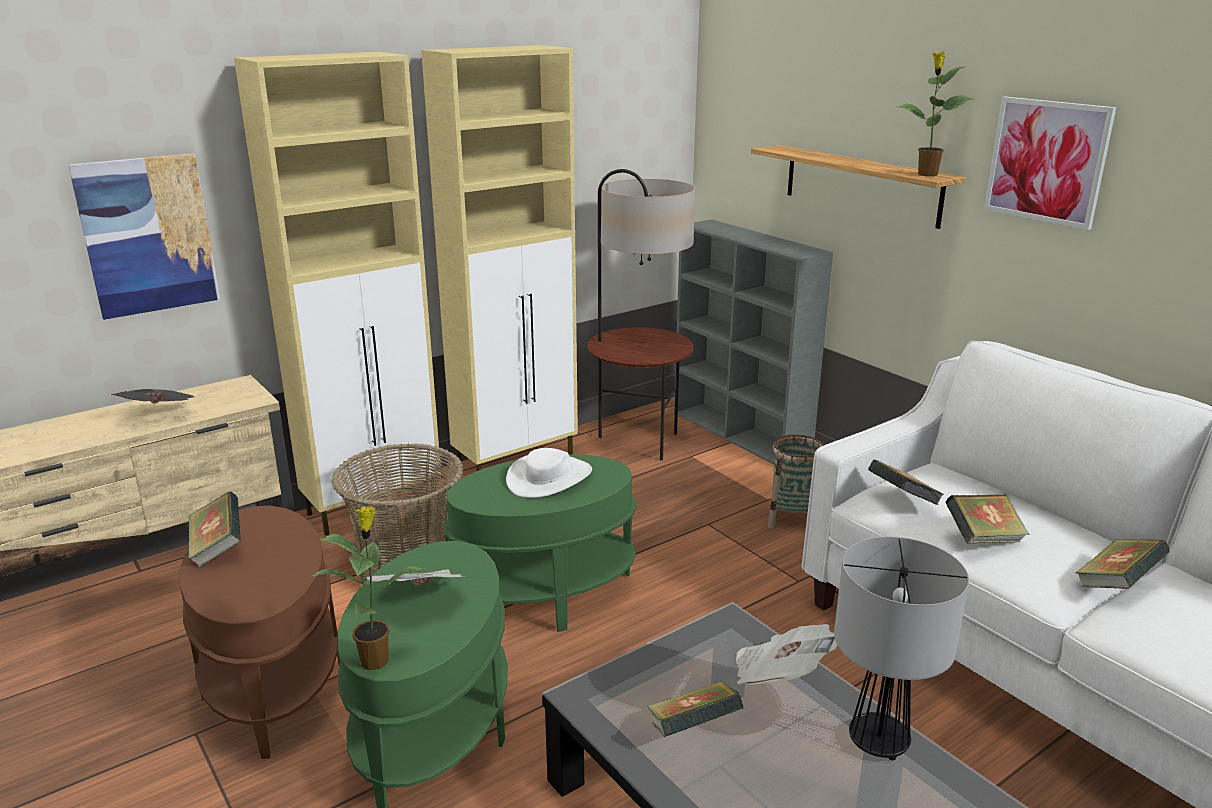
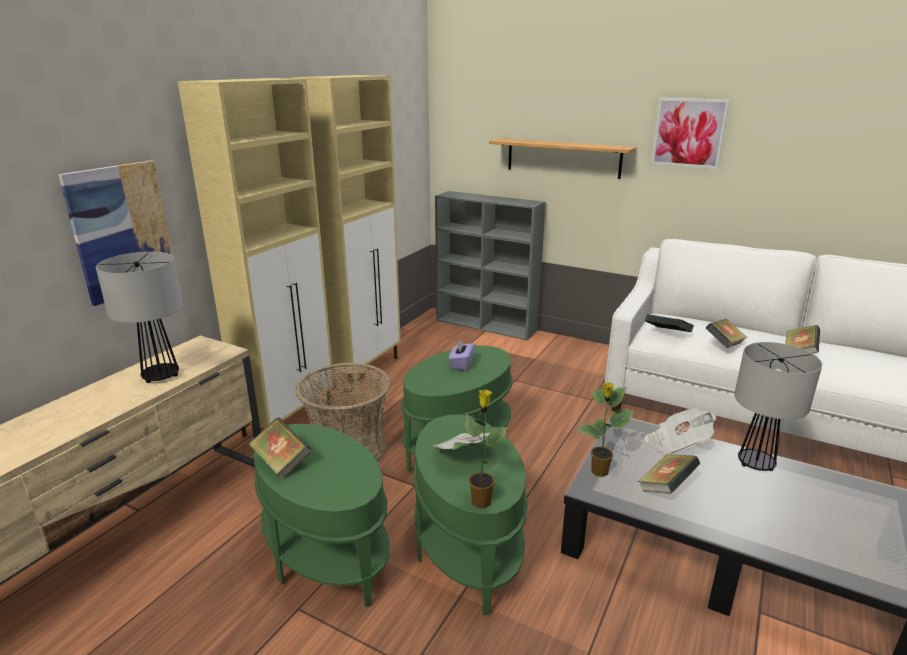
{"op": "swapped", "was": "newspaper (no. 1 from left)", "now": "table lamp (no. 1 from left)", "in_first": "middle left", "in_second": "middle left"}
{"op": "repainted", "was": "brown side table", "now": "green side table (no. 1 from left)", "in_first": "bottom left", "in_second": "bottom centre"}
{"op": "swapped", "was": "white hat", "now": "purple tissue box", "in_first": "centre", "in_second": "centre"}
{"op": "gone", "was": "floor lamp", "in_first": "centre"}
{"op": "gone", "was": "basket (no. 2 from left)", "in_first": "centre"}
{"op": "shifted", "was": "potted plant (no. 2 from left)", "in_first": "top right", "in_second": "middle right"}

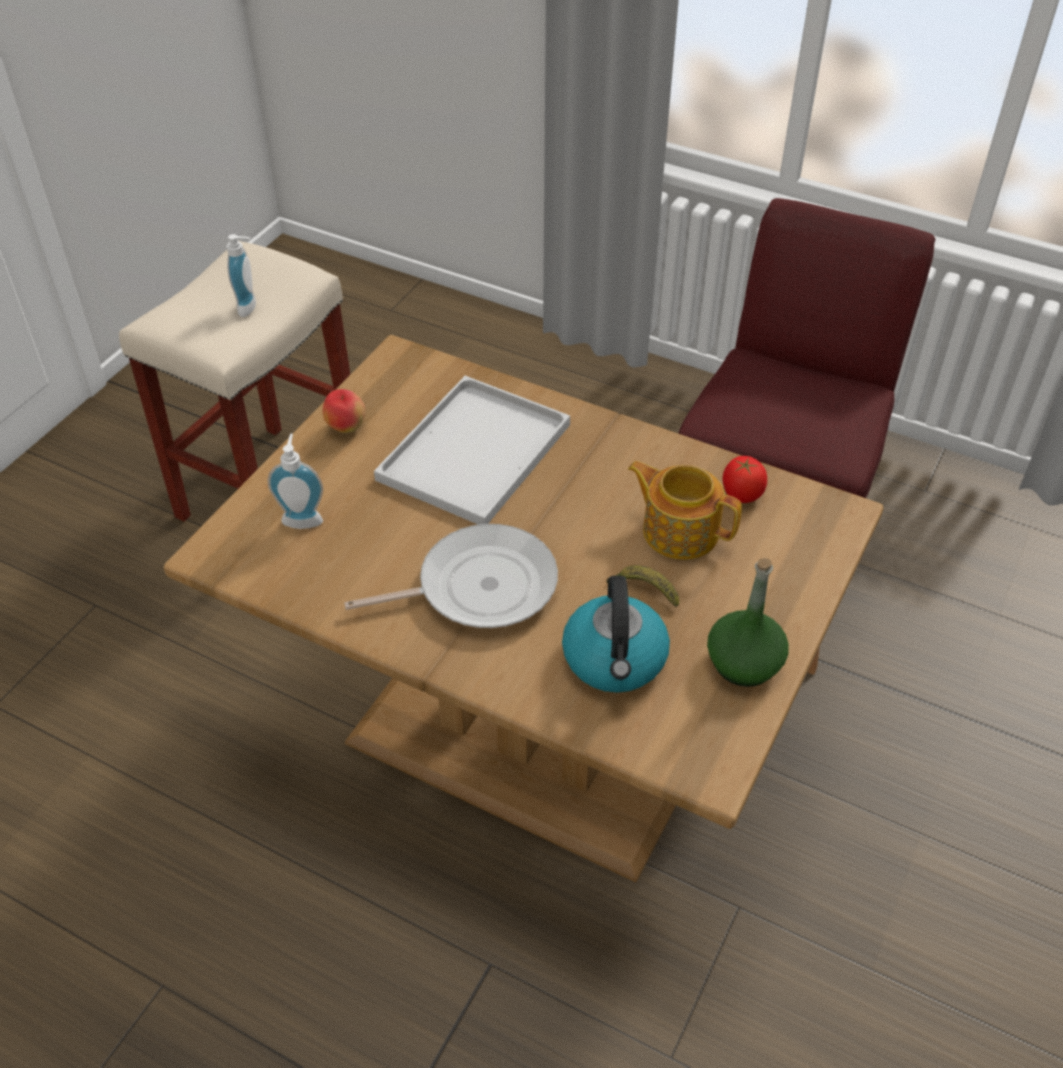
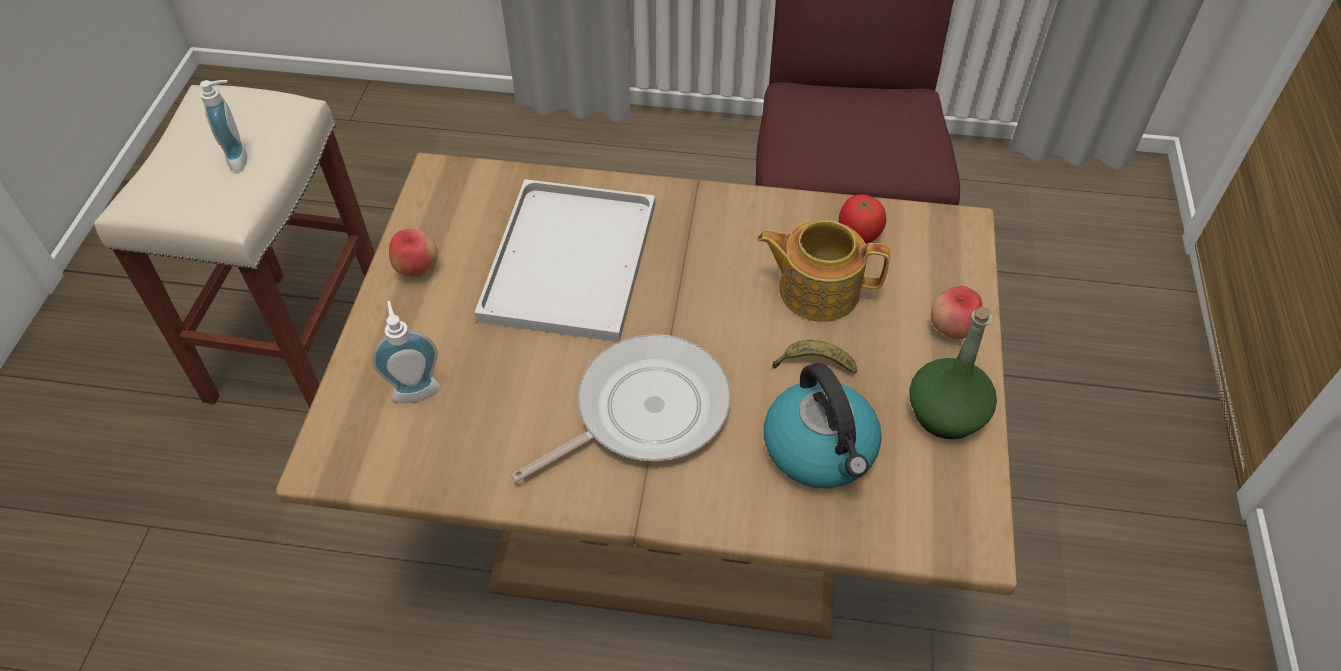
{"op": "new", "now": "apple (no. 2 from left)", "in_second": "middle right"}

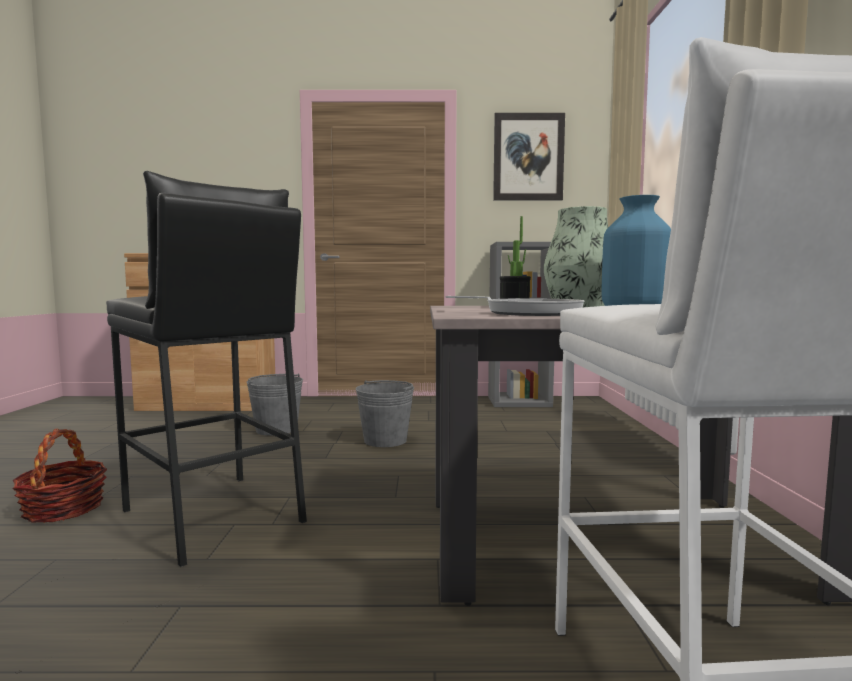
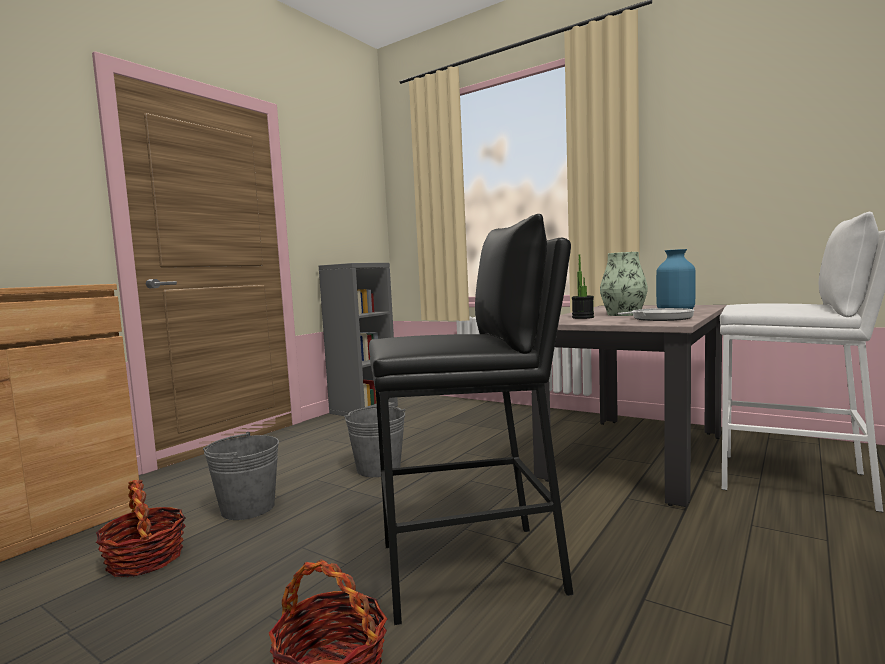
{"op": "gone", "was": "picture", "in_first": "top centre"}
{"op": "new", "now": "basket (no. 1 from left)", "in_second": "bottom left"}

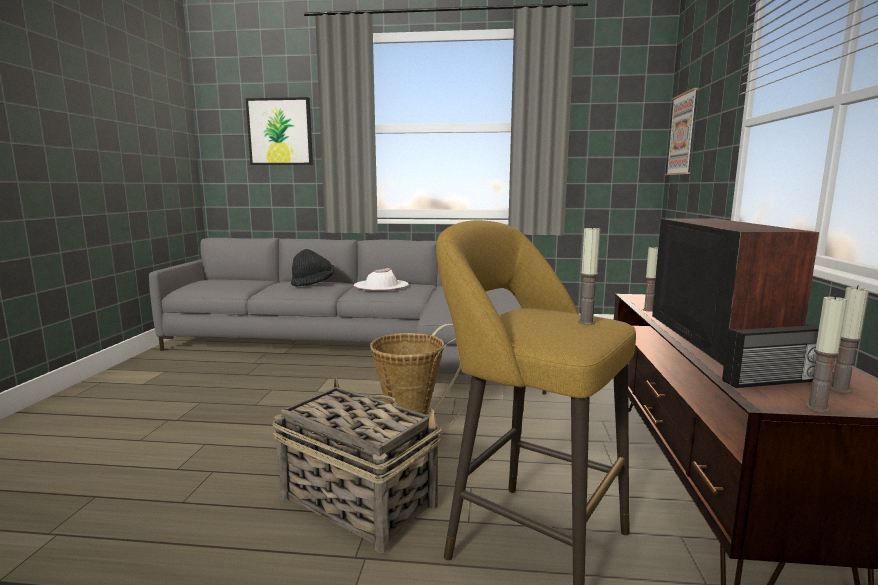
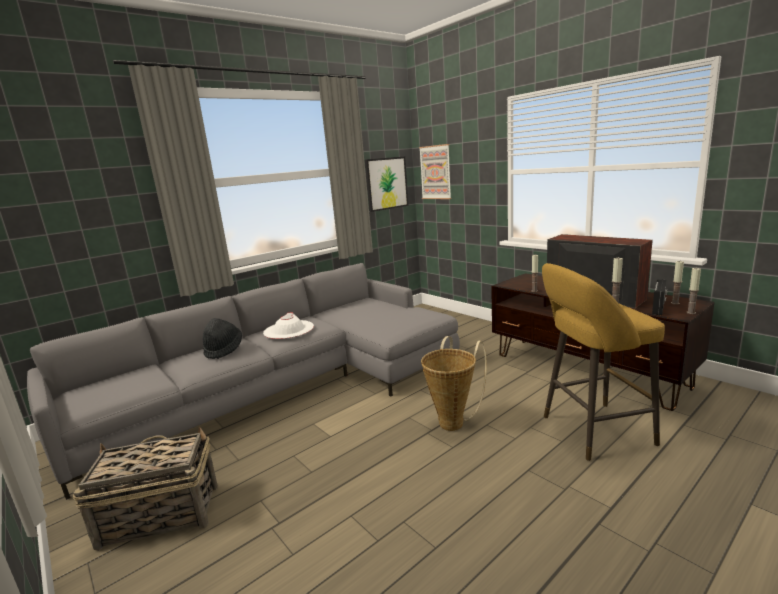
{"op": "shifted", "was": "picture (no. 1 from left)", "in_first": "top left", "in_second": "top centre"}
{"op": "shifted", "was": "basket (no. 1 from left)", "in_first": "bottom centre", "in_second": "bottom left"}

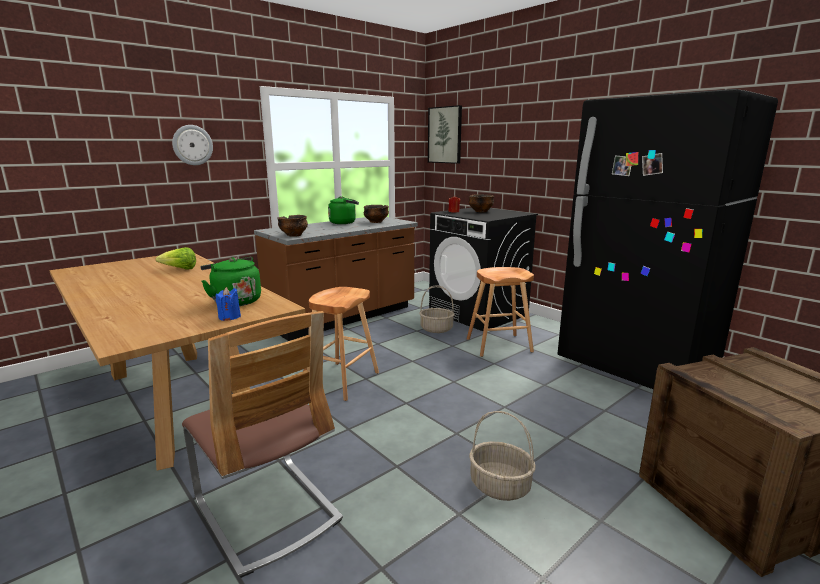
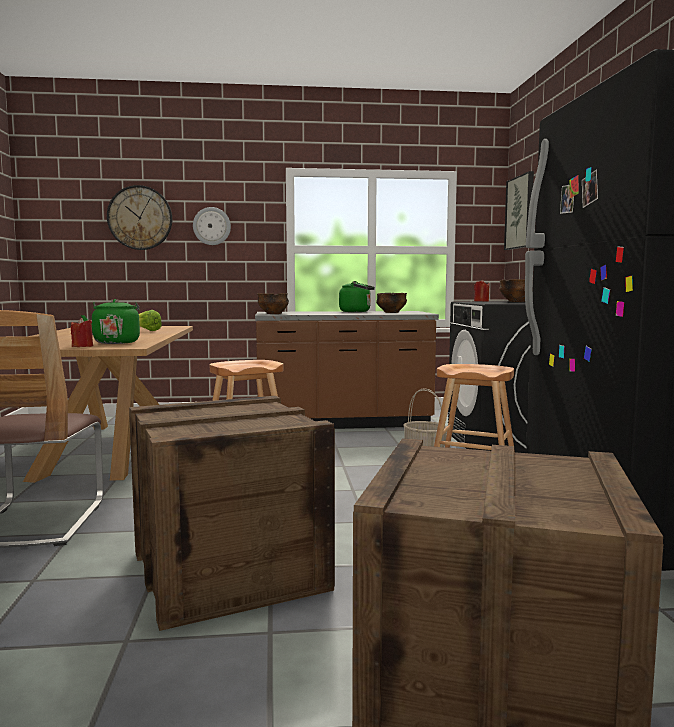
{"op": "repainted", "was": "blue candle", "now": "red candle (no. 1 from left)", "in_first": "middle left", "in_second": "middle left"}
{"op": "swapped", "was": "basket (no. 2 from left)", "now": "crate (no. 1 from left)", "in_first": "bottom centre", "in_second": "bottom centre"}
{"op": "new", "now": "wall clock (no. 1 from left)", "in_second": "top left"}

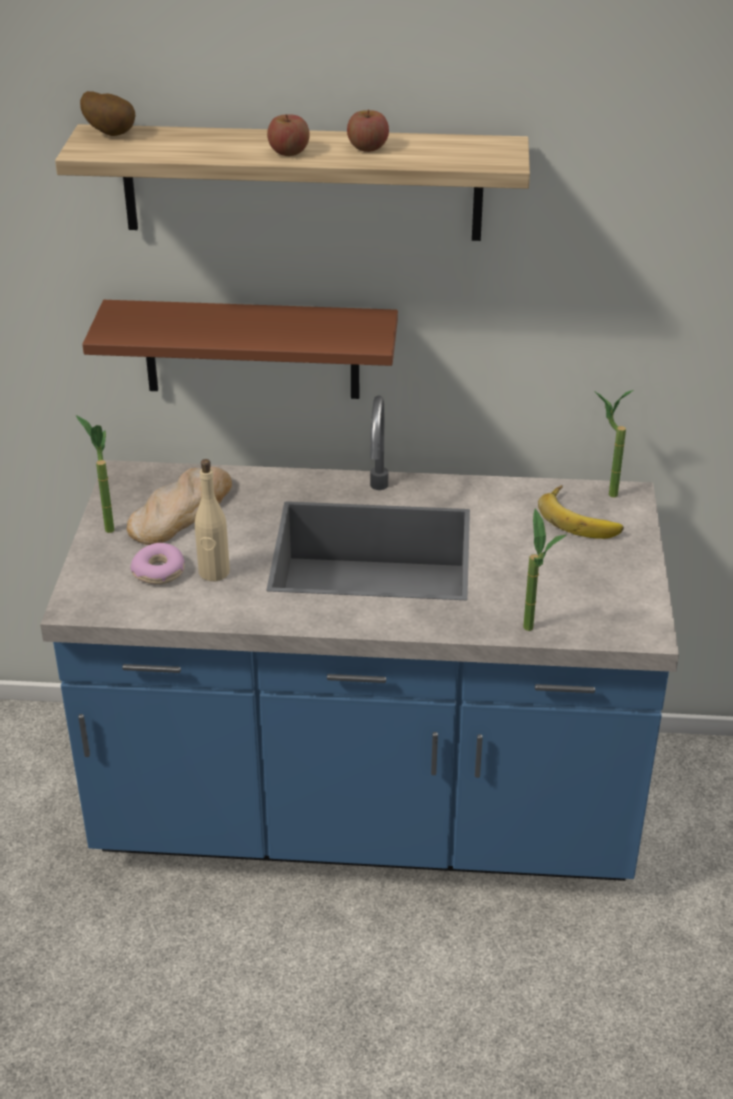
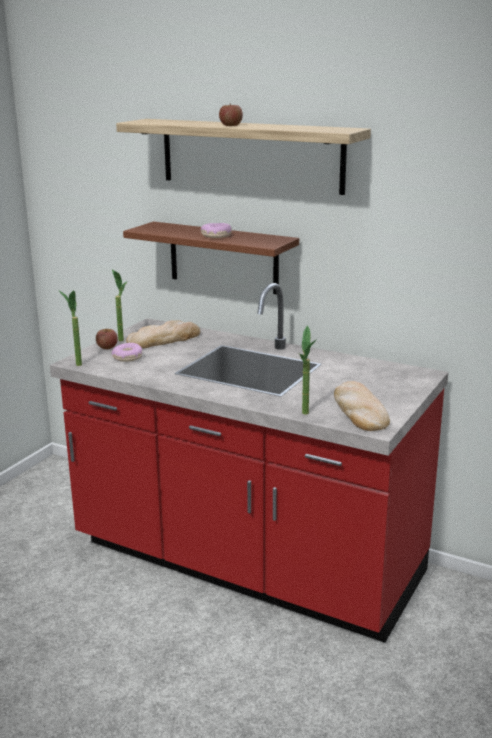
{"op": "repainted", "was": "blue counter", "now": "red counter", "in_first": "centre", "in_second": "centre"}
{"op": "gone", "was": "potato", "in_first": "top left"}
{"op": "gone", "was": "beige bottle", "in_first": "middle left"}
{"op": "shifted", "was": "apple (no. 2 from left in the first image)", "now": "apple (no. 1 from left)", "in_first": "top centre", "in_second": "middle left"}
{"op": "gone", "was": "banana", "in_first": "middle right"}
{"op": "shifted", "was": "potted plant (no. 3 from left in the first image)", "now": "potted plant (no. 1 from left)", "in_first": "middle right", "in_second": "middle left"}
{"op": "new", "now": "donut (no. 2 from left)", "in_second": "top centre"}
{"op": "new", "now": "bread (no. 2 from left)", "in_second": "middle right"}

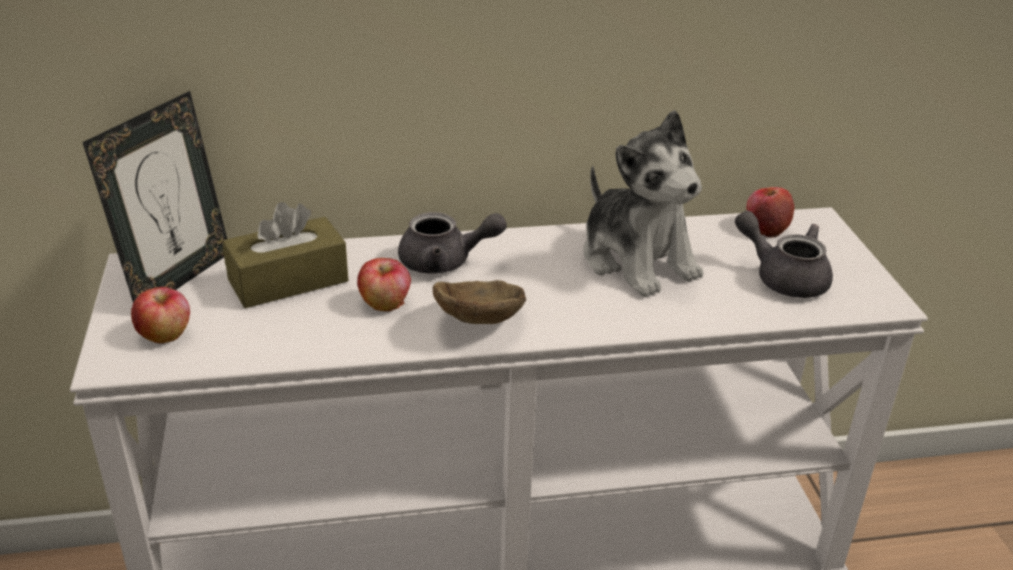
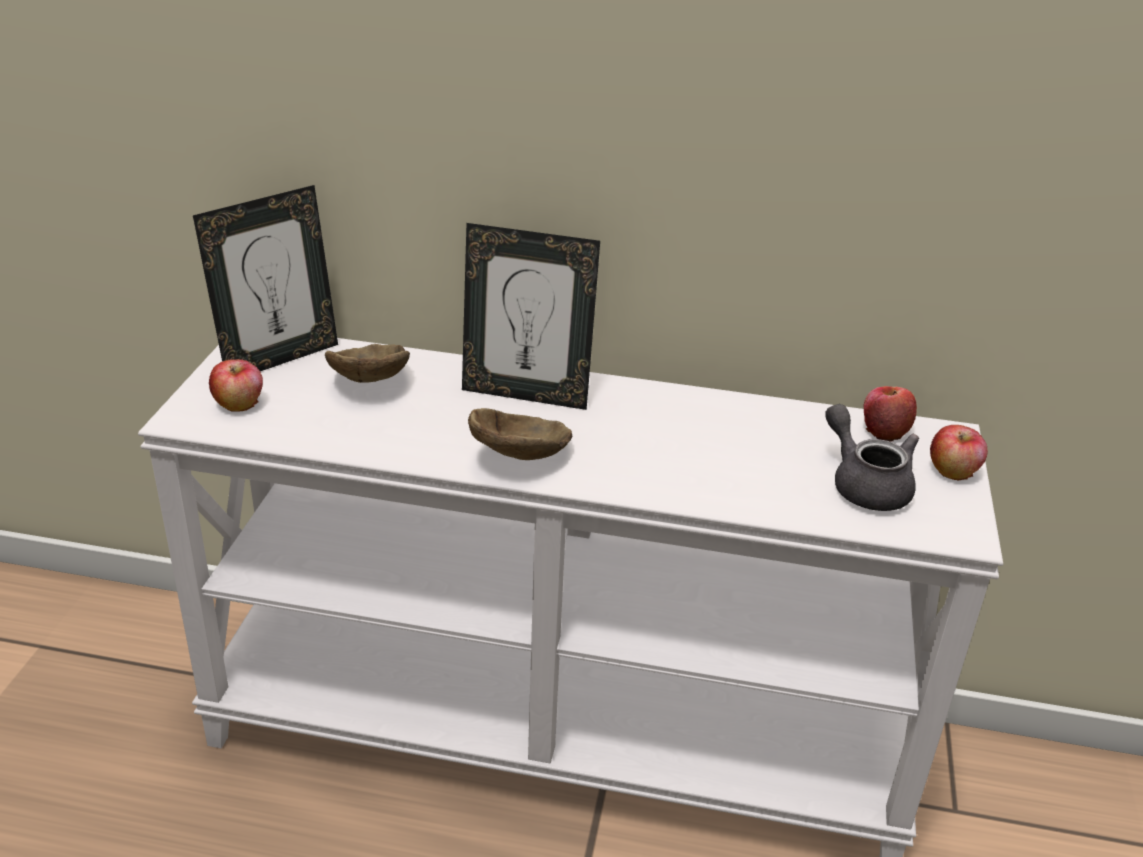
{"op": "swapped", "was": "brown tissue box", "now": "brown bowl (no. 1 from left)", "in_first": "middle left", "in_second": "middle left"}
{"op": "shifted", "was": "apple (no. 2 from left in the first image)", "now": "apple (no. 3 from left)", "in_first": "centre", "in_second": "middle right"}
{"op": "swapped", "was": "grey teapot (no. 1 from left)", "now": "picture frame (no. 2 from left)", "in_first": "centre", "in_second": "centre"}
{"op": "gone", "was": "plush toy", "in_first": "centre"}

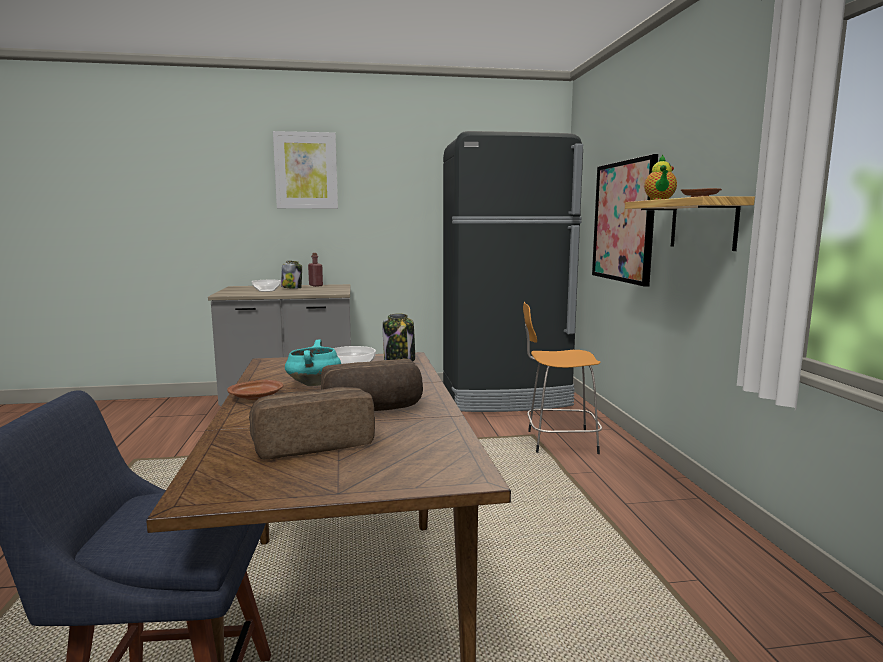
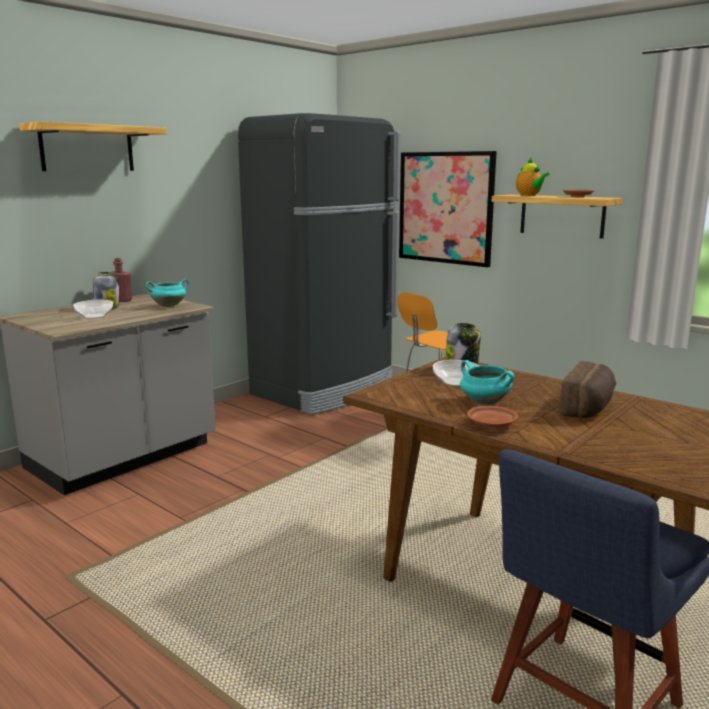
{"op": "gone", "was": "bread (no. 1 from left)", "in_first": "centre"}
{"op": "swapped", "was": "picture (no. 1 from left)", "now": "shelf (no. 1 from left)", "in_first": "top centre", "in_second": "top left"}
{"op": "new", "now": "turquoise cooking pot (no. 1 from left)", "in_second": "middle left"}

